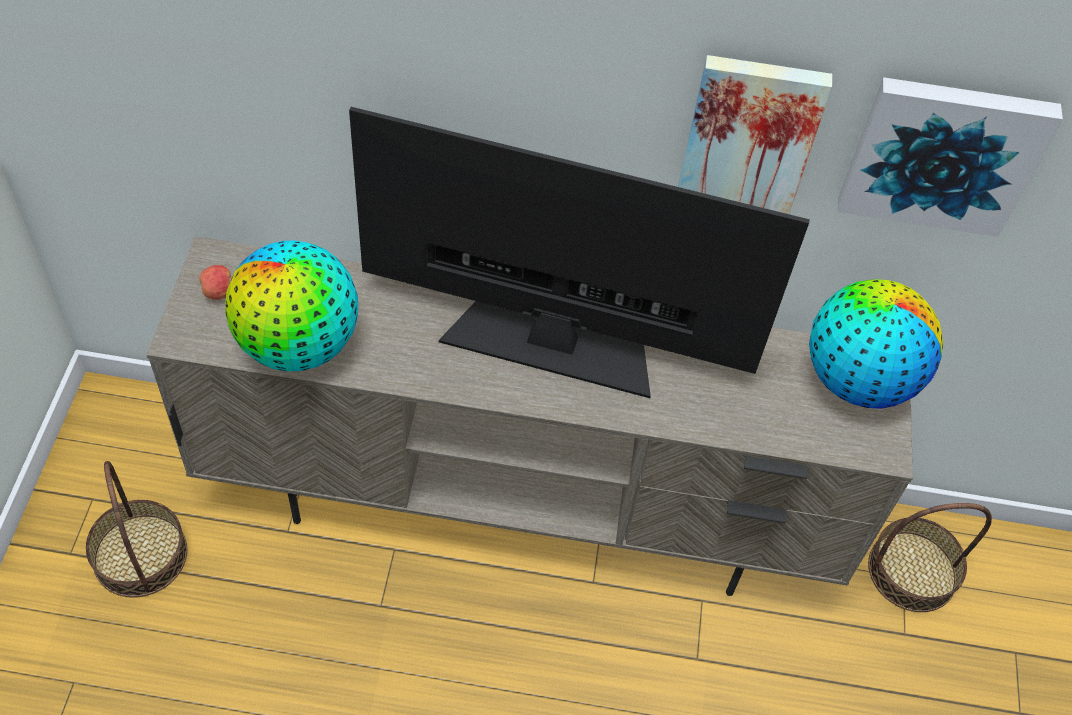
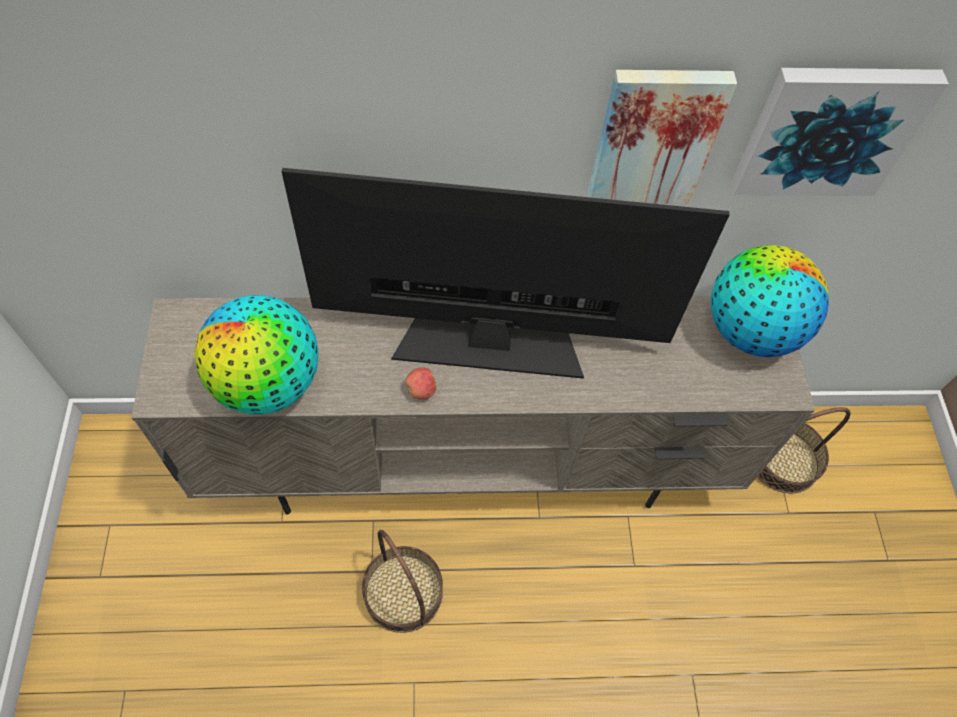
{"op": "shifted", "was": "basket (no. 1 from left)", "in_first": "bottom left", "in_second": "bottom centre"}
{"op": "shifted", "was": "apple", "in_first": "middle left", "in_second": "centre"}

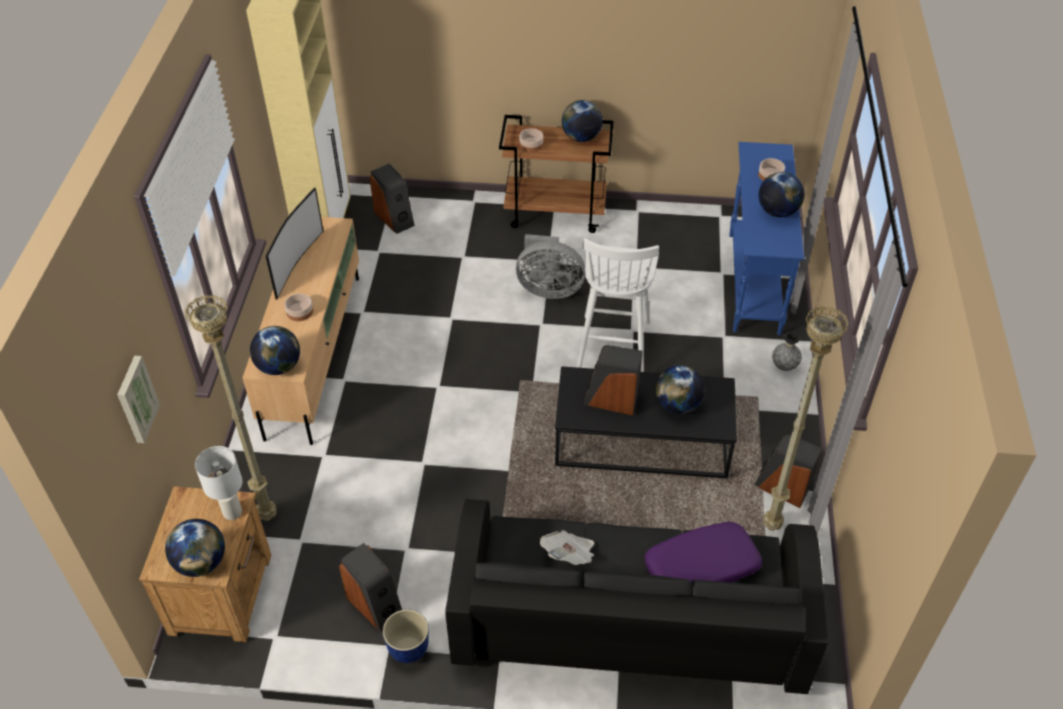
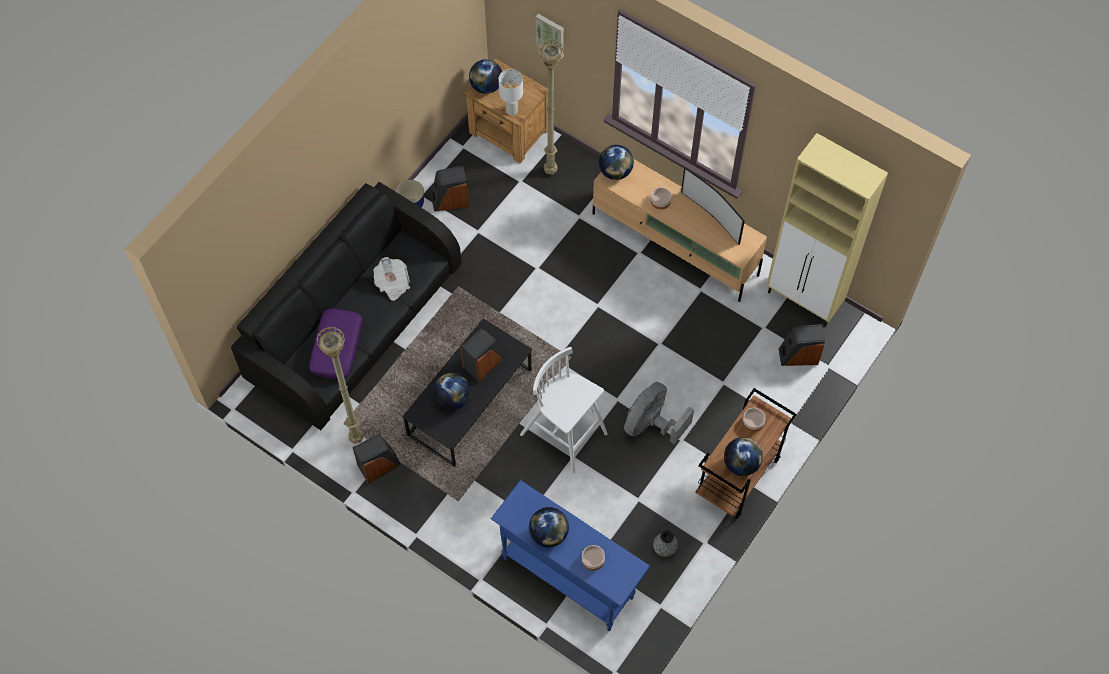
{"op": "shifted", "was": "grey vase", "in_first": "middle right", "in_second": "bottom centre"}

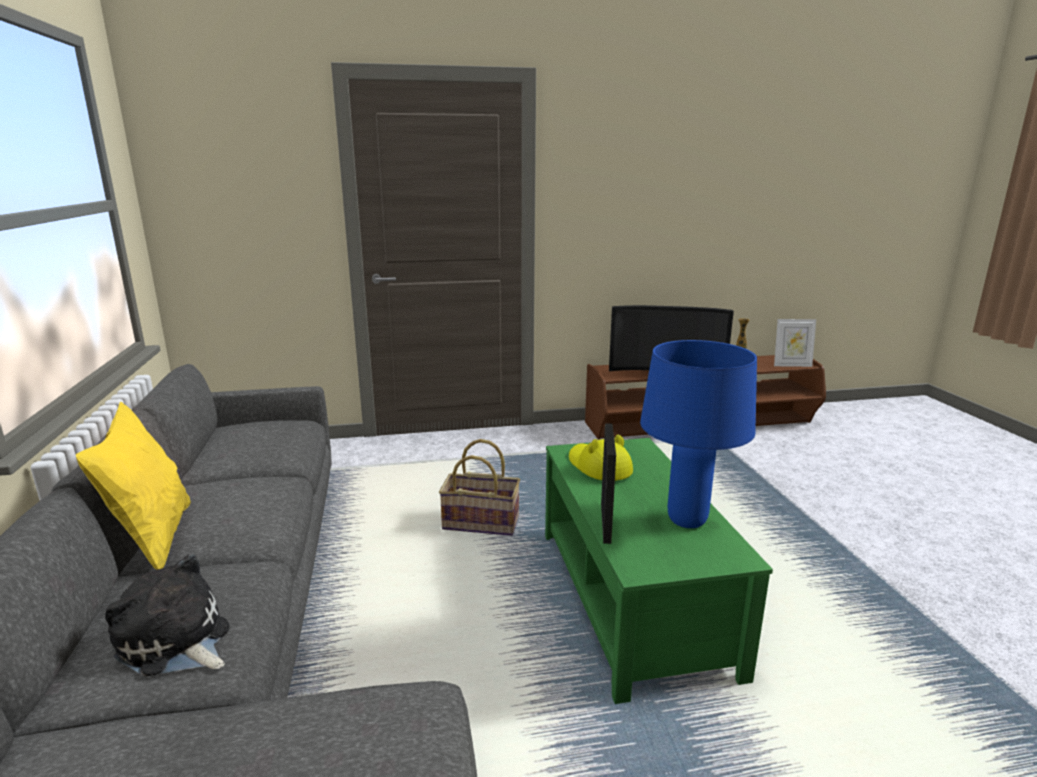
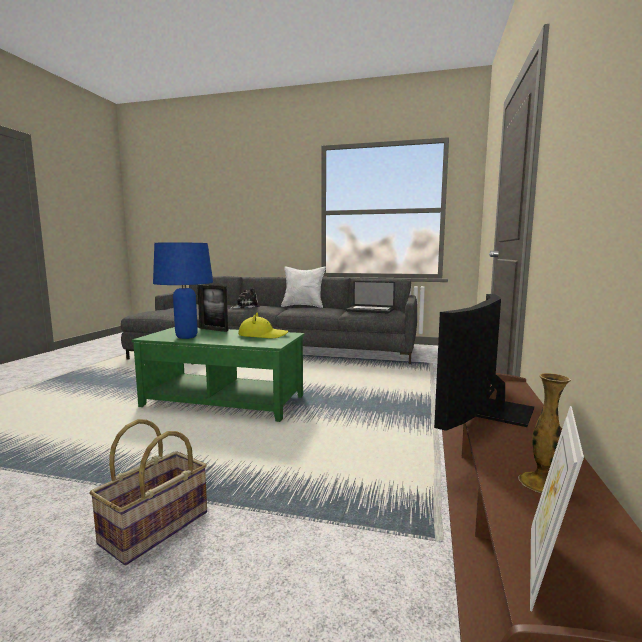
{"op": "repainted", "was": "yellow pillow", "now": "white pillow", "in_first": "middle left", "in_second": "centre"}
{"op": "shifted", "was": "basket", "in_first": "centre", "in_second": "bottom left"}
{"op": "new", "now": "laptop", "in_second": "centre"}

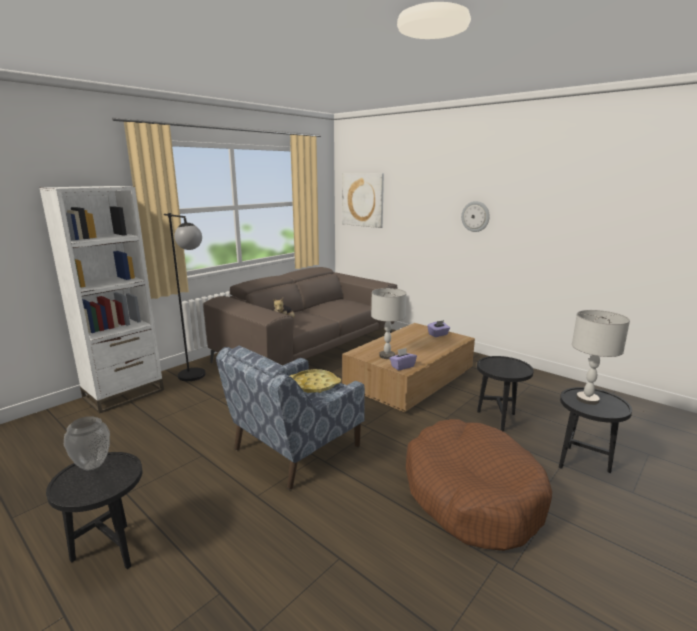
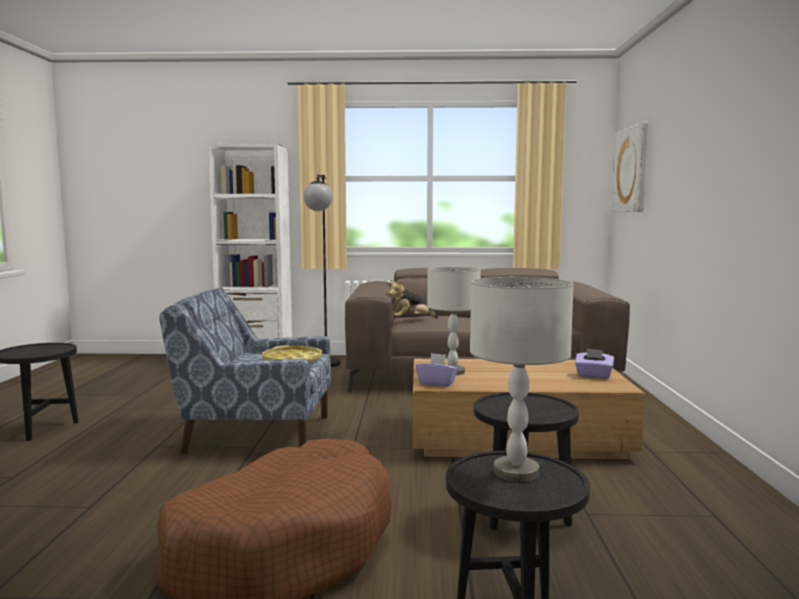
{"op": "gone", "was": "vase", "in_first": "bottom left"}
{"op": "gone", "was": "wall clock", "in_first": "middle right"}

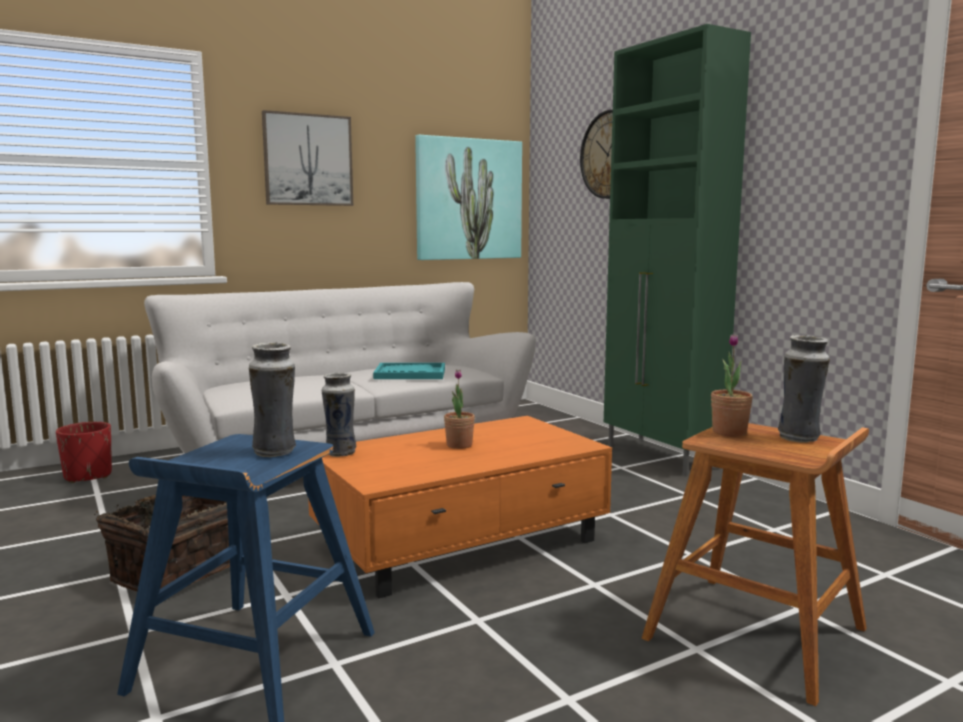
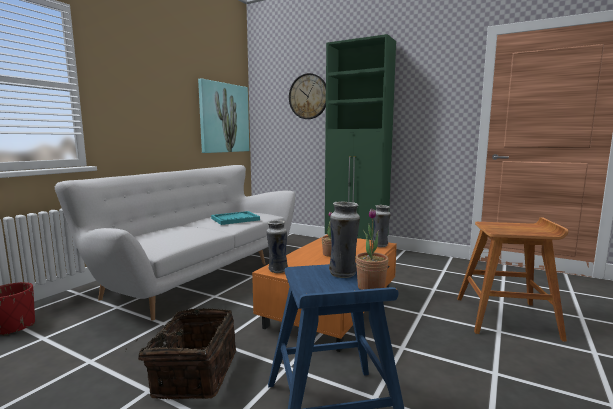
{"op": "gone", "was": "picture (no. 1 from left)", "in_first": "top left"}
{"op": "shifted", "was": "potted plant (no. 2 from left)", "in_first": "middle right", "in_second": "centre"}
{"op": "shifted", "was": "vase (no. 3 from left)", "in_first": "middle right", "in_second": "centre"}

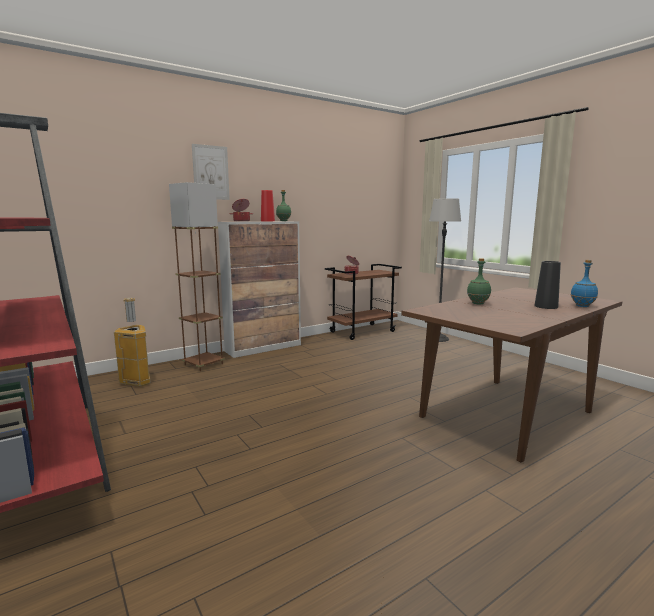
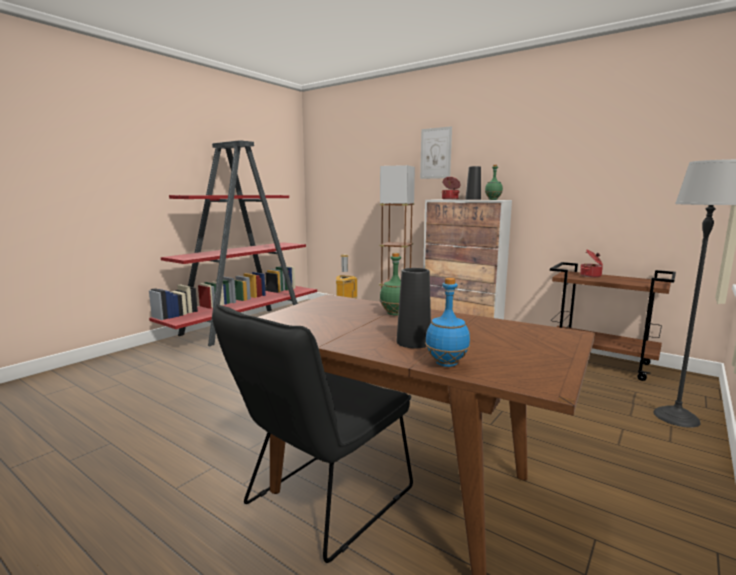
{"op": "repainted", "was": "red vase", "now": "black vase (no. 2 from left)", "in_first": "top centre", "in_second": "top centre"}
{"op": "new", "now": "black chair", "in_second": "bottom centre"}

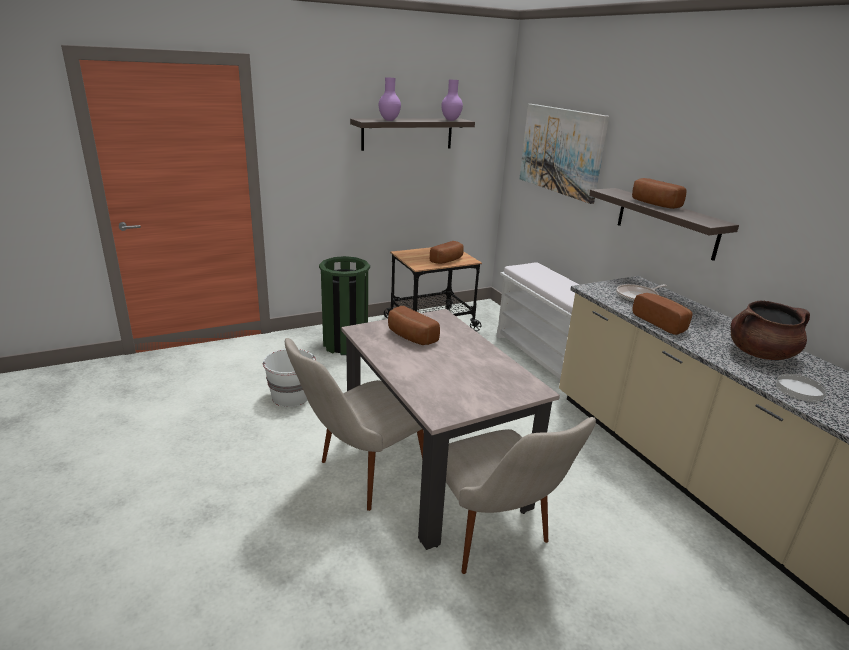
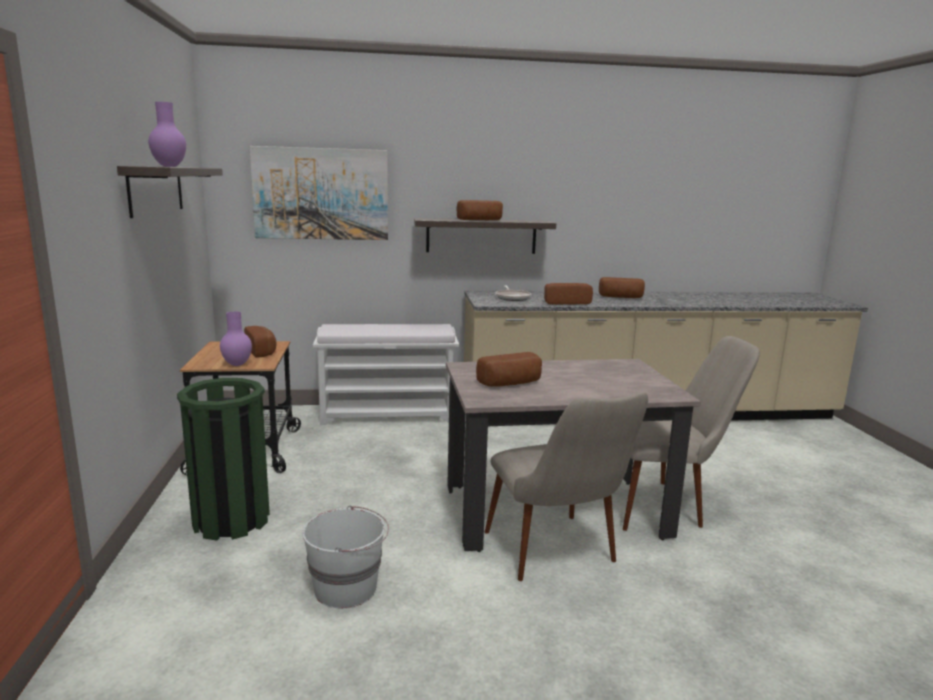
{"op": "shifted", "was": "purple vase (no. 2 from left)", "in_first": "top centre", "in_second": "middle left"}
{"op": "swapped", "was": "brown cooking pot", "now": "bread (no. 5 from left)", "in_first": "middle right", "in_second": "middle right"}

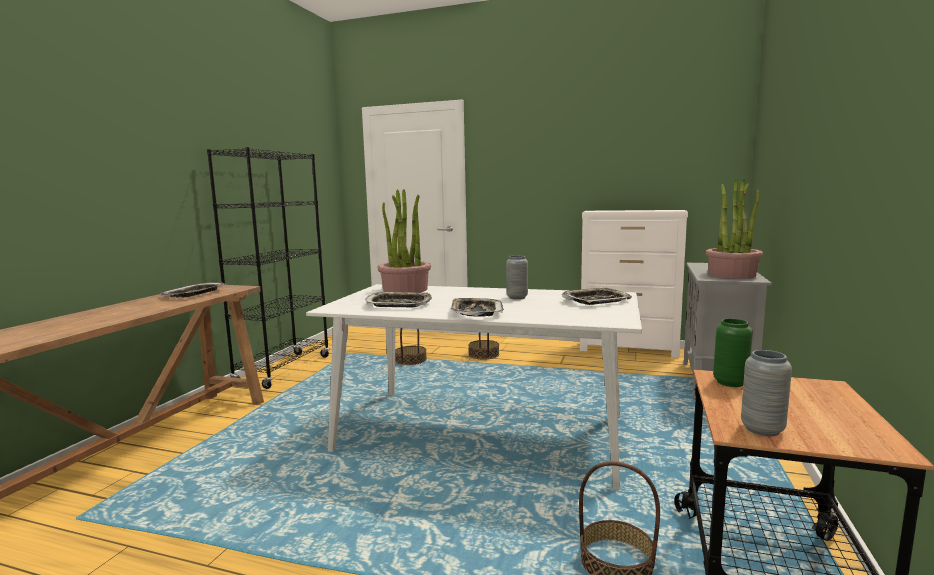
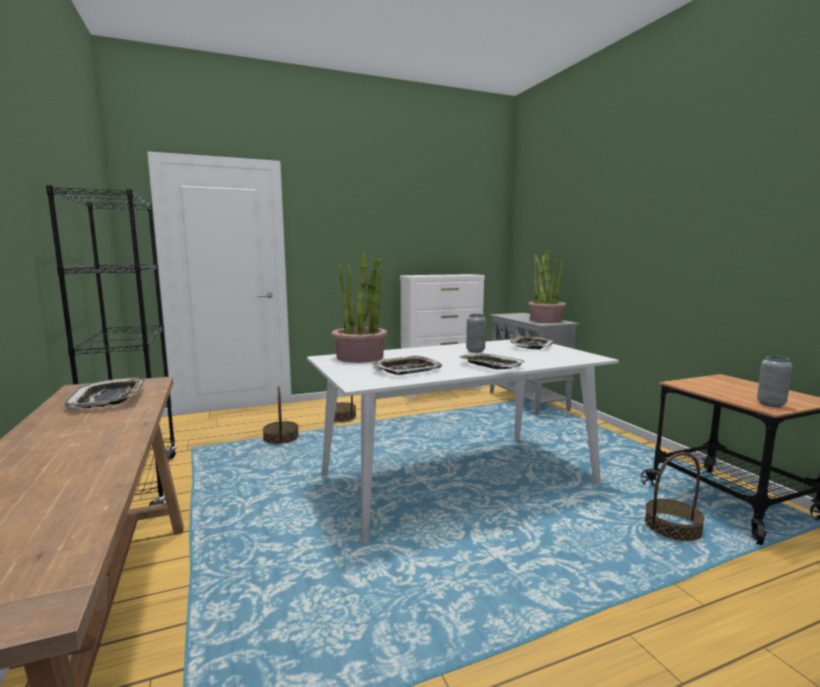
{"op": "gone", "was": "green vase", "in_first": "middle right"}

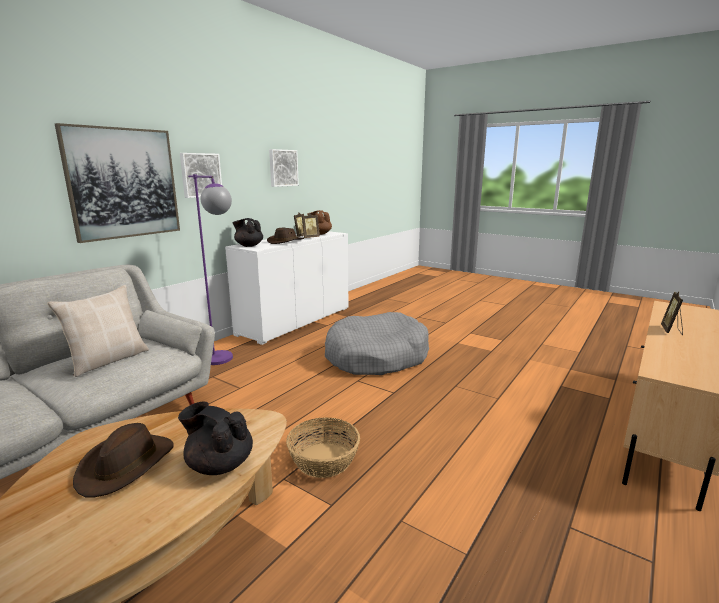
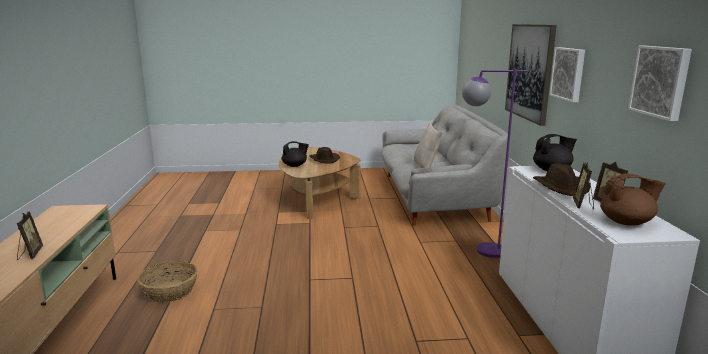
{"op": "shifted", "was": "basket", "in_first": "bottom centre", "in_second": "bottom left"}
{"op": "gone", "was": "grey dog bed", "in_first": "centre"}

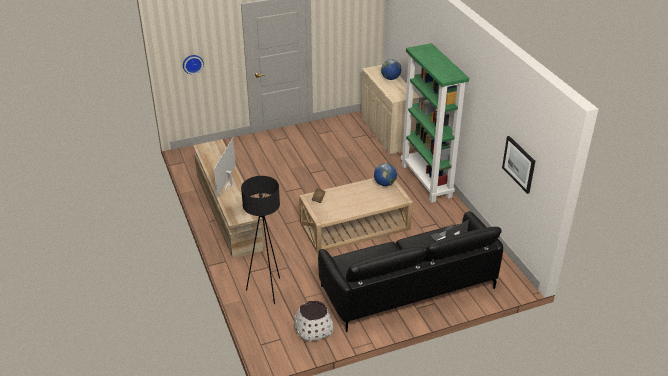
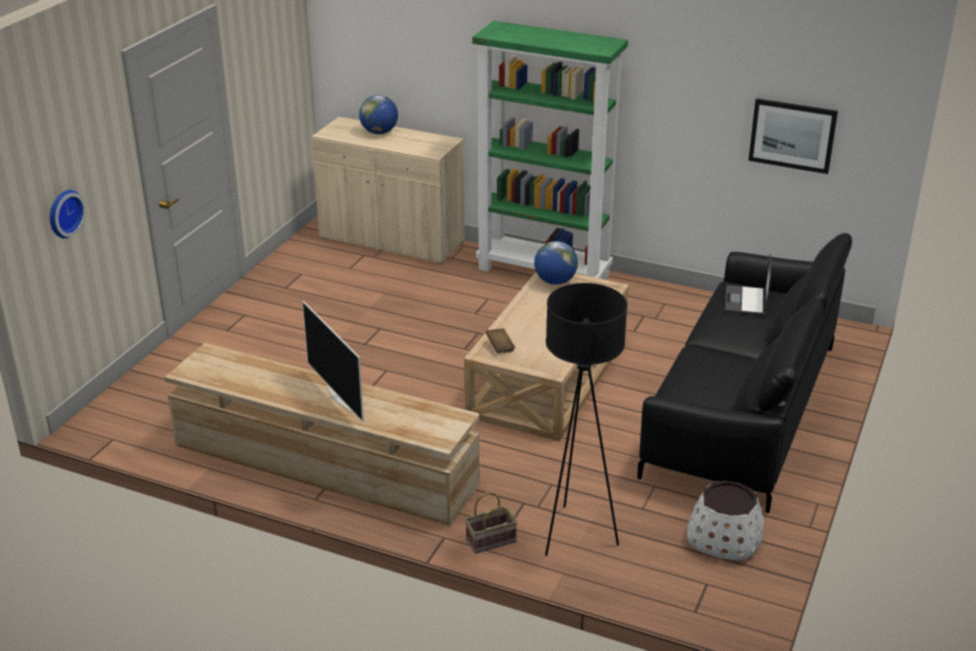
{"op": "new", "now": "basket", "in_second": "bottom centre"}

